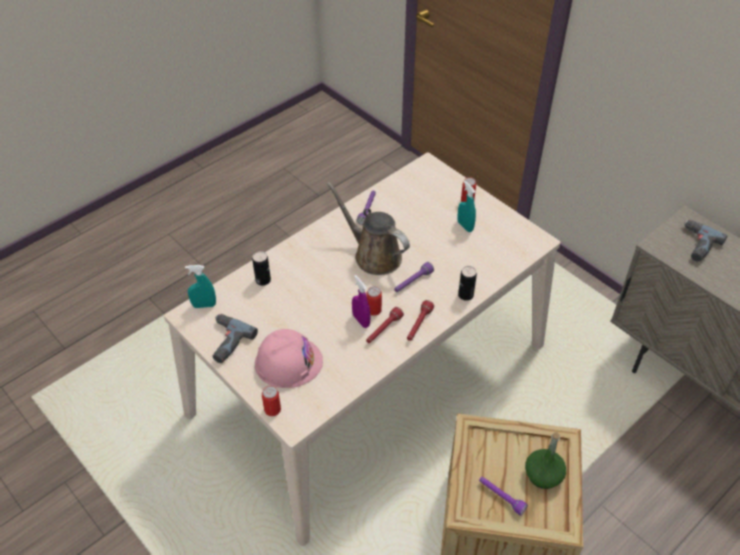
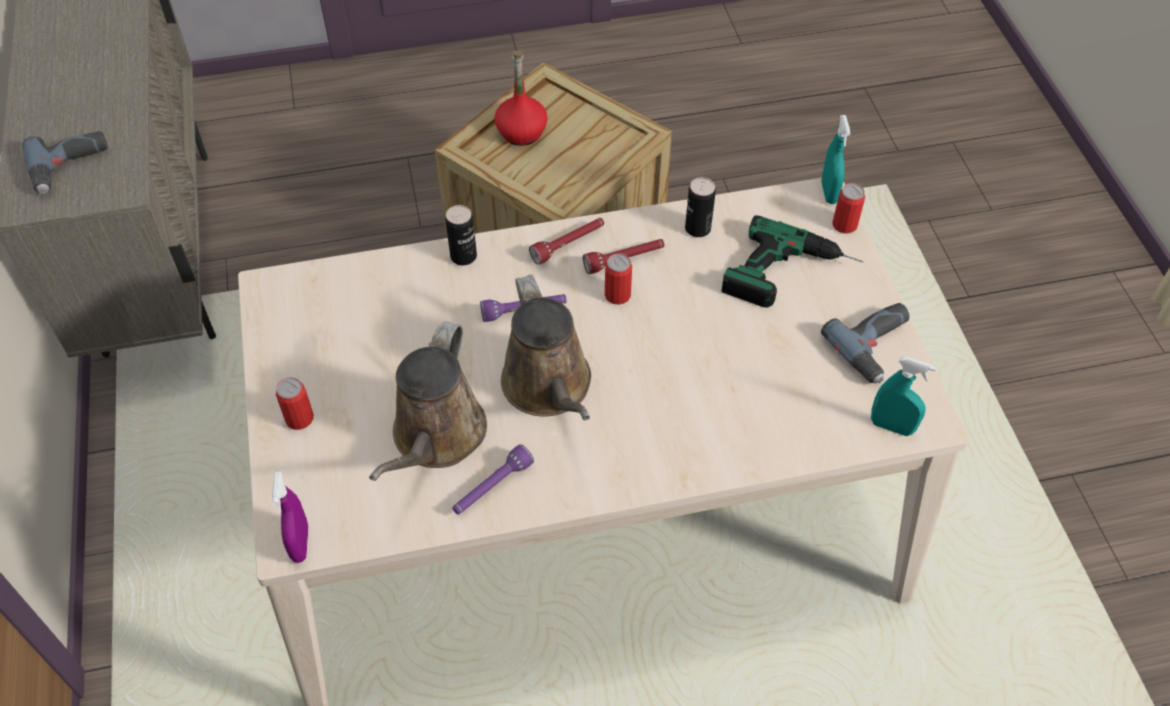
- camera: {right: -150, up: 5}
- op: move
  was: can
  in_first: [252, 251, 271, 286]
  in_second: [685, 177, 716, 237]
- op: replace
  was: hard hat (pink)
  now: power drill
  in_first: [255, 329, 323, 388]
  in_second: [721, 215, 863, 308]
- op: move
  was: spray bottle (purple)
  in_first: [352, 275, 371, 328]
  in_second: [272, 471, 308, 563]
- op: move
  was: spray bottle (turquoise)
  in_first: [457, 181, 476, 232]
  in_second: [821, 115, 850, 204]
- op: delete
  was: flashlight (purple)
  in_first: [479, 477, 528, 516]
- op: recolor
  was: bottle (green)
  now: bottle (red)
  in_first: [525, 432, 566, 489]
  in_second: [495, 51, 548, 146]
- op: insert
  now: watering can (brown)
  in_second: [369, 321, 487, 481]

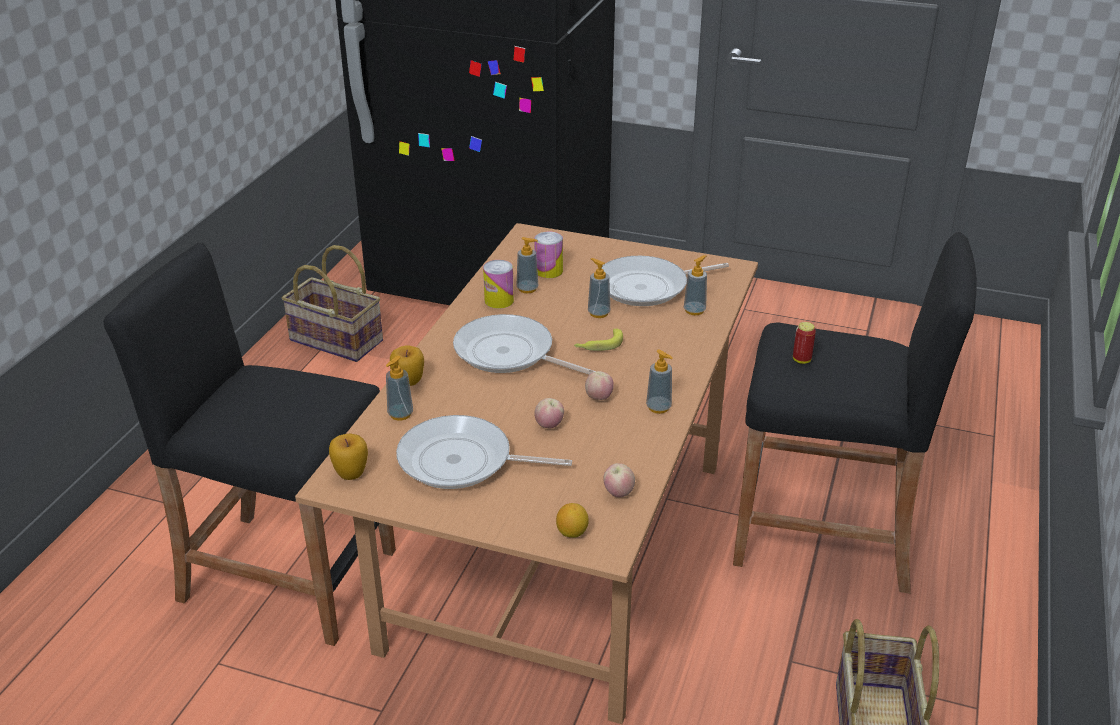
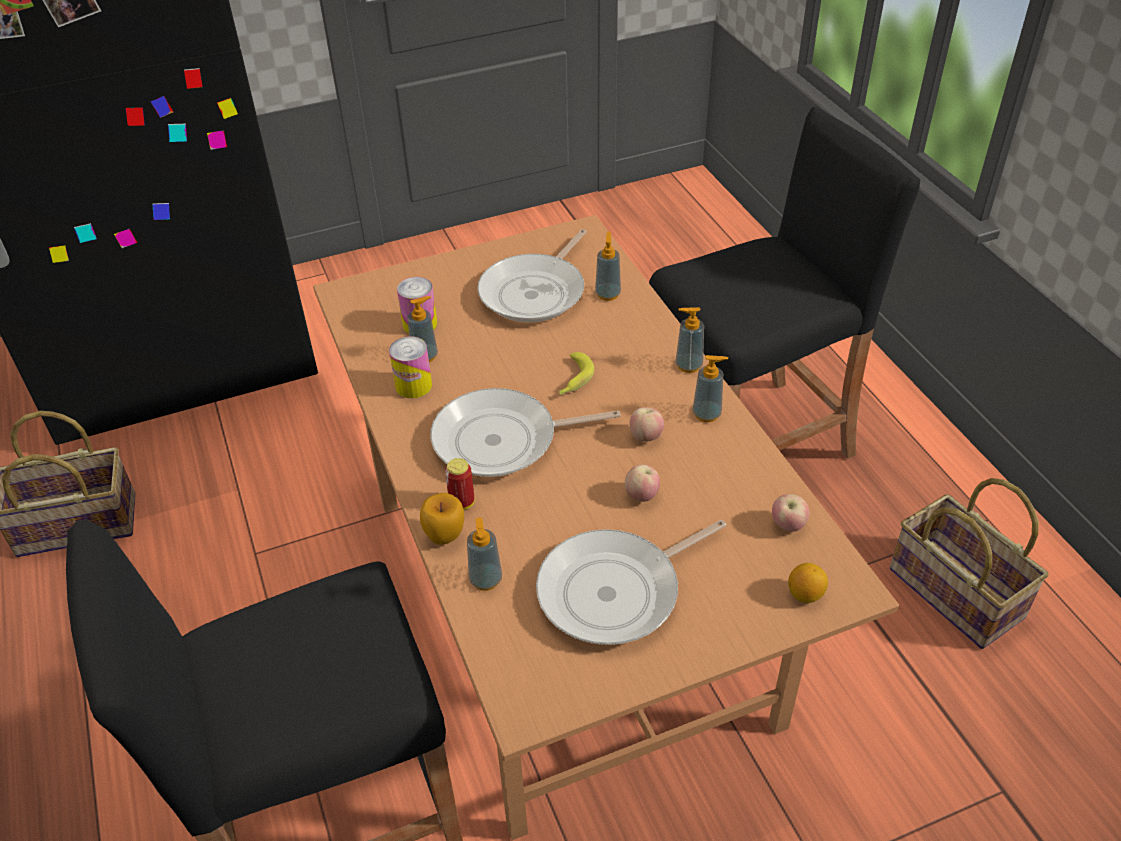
- camera: {right: -40, up: 10}
- op: delete
  was: apple
  in_first: [329, 433, 368, 480]
- op: move
  was: soap dispenser
  in_first: [588, 258, 610, 318]
  in_second: [675, 307, 704, 373]
- op: move
  was: can
  in_first: [793, 322, 816, 364]
  in_second: [445, 458, 474, 510]

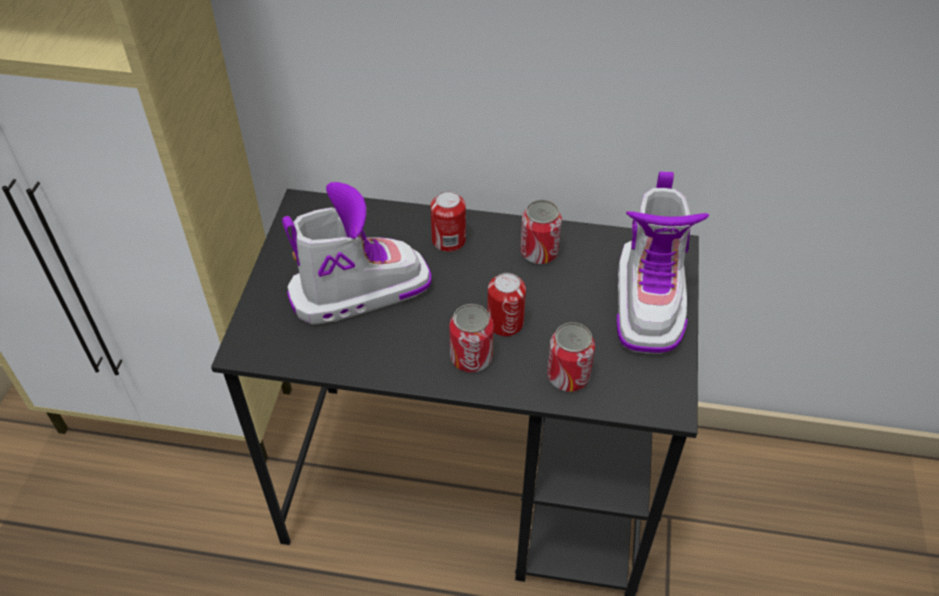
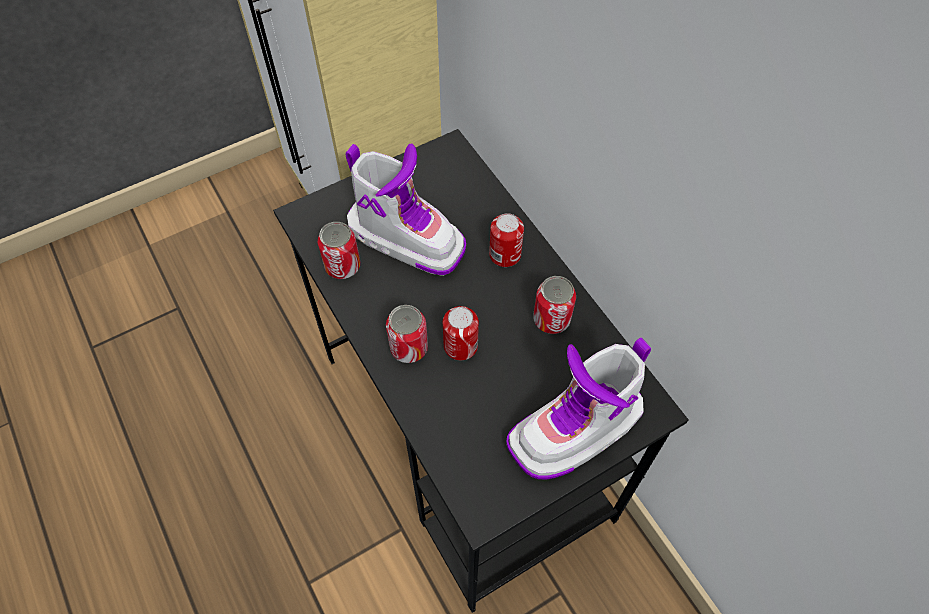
- camera: {right: 50, up: 10}
- op: move
  was: can
  in_first: [547, 322, 595, 392]
  in_second: [317, 222, 360, 279]

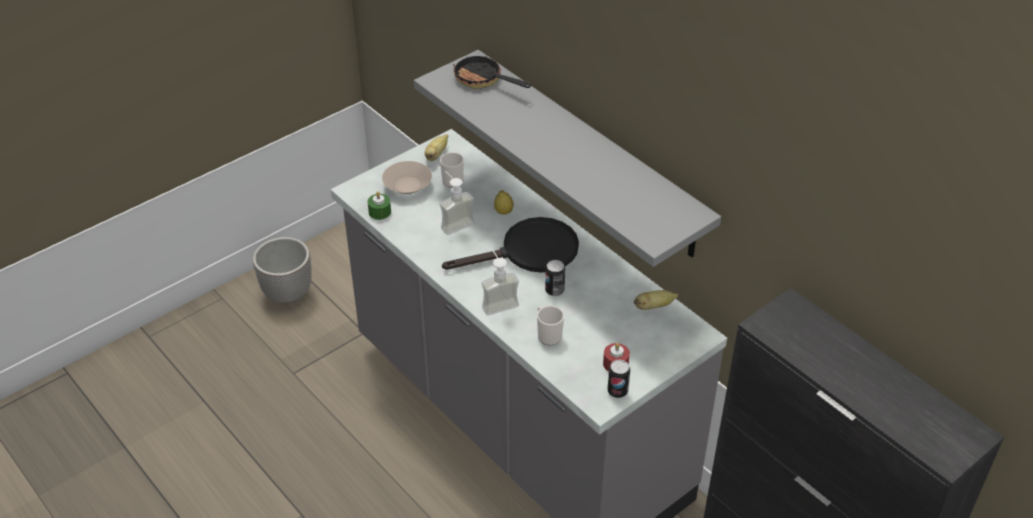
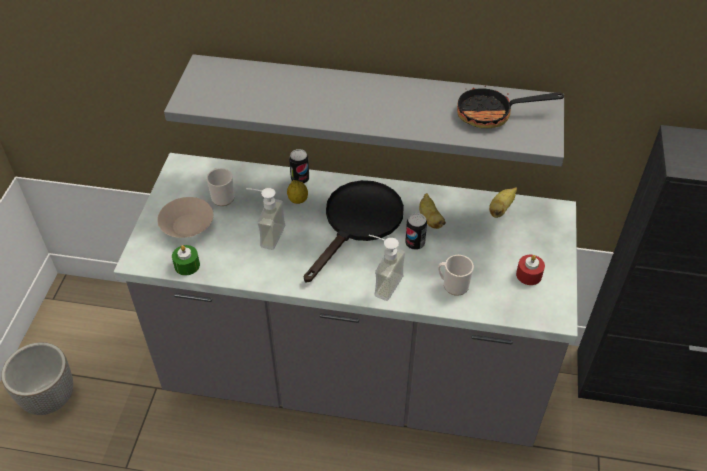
- camera: {right: -40, up: 5}
- op: move
  was: banana
  in_first: [425, 134, 448, 161]
  in_second: [419, 193, 446, 229]
- op: move
  was: frying pan
  in_first: [453, 53, 531, 89]
  in_second: [457, 85, 564, 128]
- op: move
  was: can
  in_first: [607, 360, 630, 398]
  in_second: [289, 149, 309, 184]

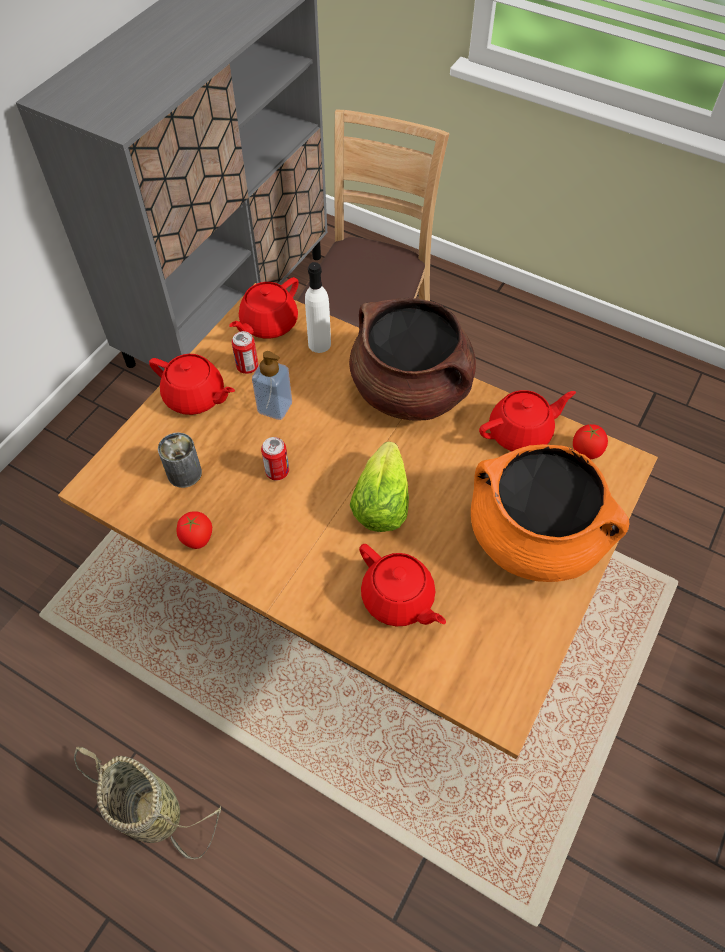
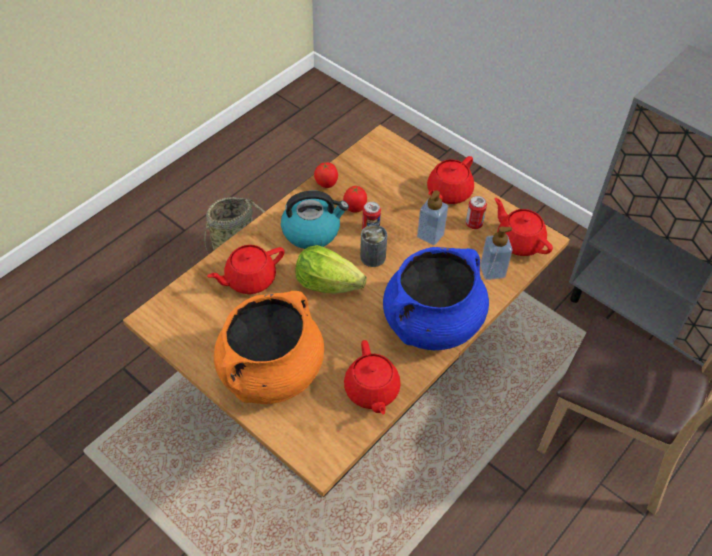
- camera: {right: 100, up: -5}
- op: move
  was: can
  in_first: [158, 433, 202, 488]
  in_second: [360, 225, 387, 267]
- op: replace
  was: bottle (white)
  now: soap dispenser
  in_first: [305, 262, 331, 353]
  in_second: [480, 227, 513, 280]
- op: recolor
  was: cooking pot (brown)
  now: cooking pot (blue)
  in_first: [349, 298, 476, 421]
  in_second: [383, 247, 489, 350]
- op: move
  was: tomato
  in_first: [573, 424, 608, 459]
  in_second: [343, 186, 367, 213]
- op: insert
  now: kettle
  in_second: [281, 191, 349, 249]

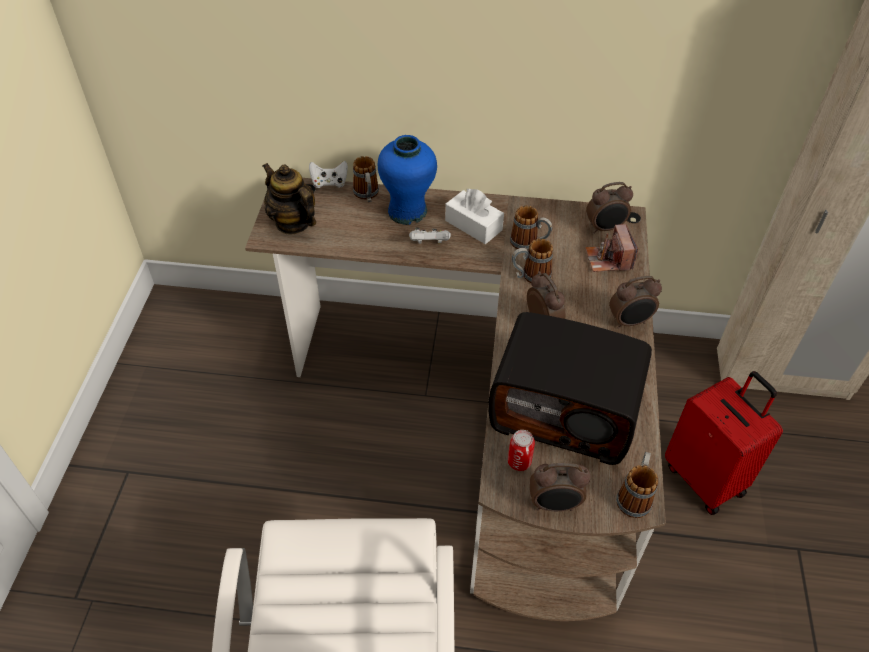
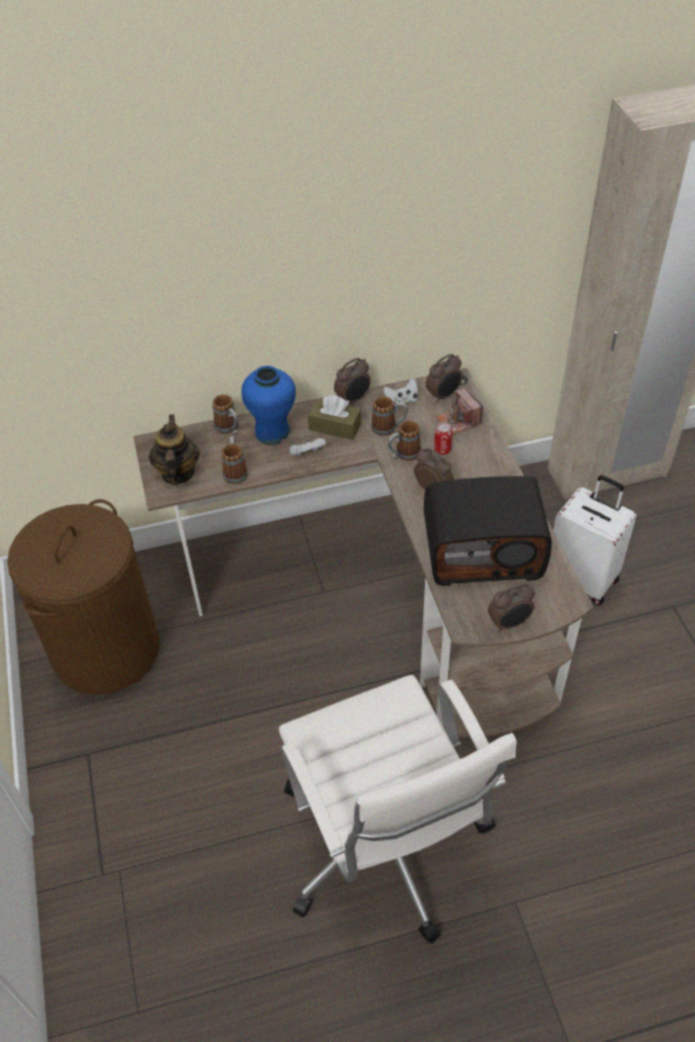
- camera: {right: -20, up: 0}
- op: rotate
  was: teapot
  in_first: [263, 163, 316, 234]
  in_second: [148, 414, 200, 485]
  clockwise: 60
- op: move
  was: game controller (white)
  in_first: [309, 161, 348, 188]
  in_second: [383, 377, 418, 408]
- op: recolor
  was: tissue box (white)
  now: tissue box (brown)
  in_first: [445, 189, 504, 244]
  in_second: [308, 395, 361, 440]
- op: move
  was: can
  in_first: [508, 430, 535, 471]
  in_second: [434, 422, 453, 455]
- op: move
  was: alarm clock
  in_first: [609, 276, 662, 329]
  in_second: [334, 358, 371, 404]
- op: move
  was: mug
  in_first: [616, 452, 658, 518]
  in_second: [221, 436, 248, 484]
- op: recolor
  was: suitcase (red)
  now: suitcase (white)
  in_first: [665, 371, 783, 515]
  in_second: [553, 475, 637, 605]
- op: insert
  now: laundry basket (brown)
  in_second: [7, 499, 160, 695]

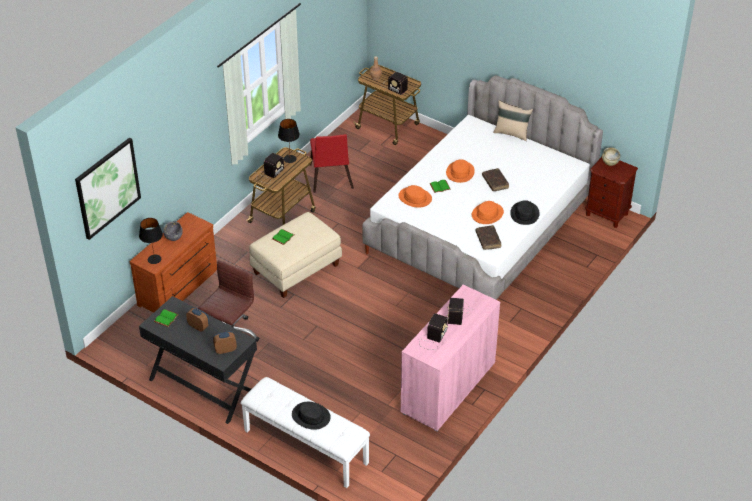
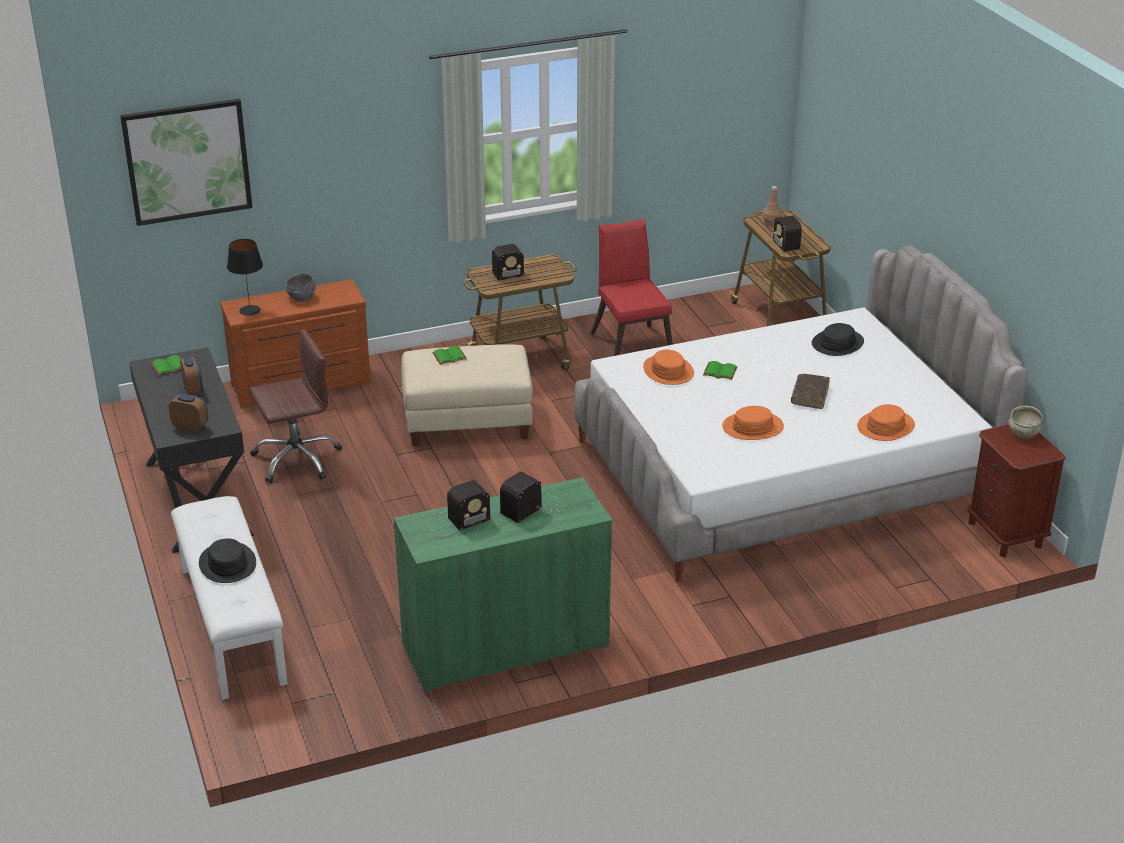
- camera: {right: 35, up: -10}
- op: delete
  was: table lamp (black)
  in_first: [278, 119, 300, 163]
- op: rotate
  was: chair (red)
  in_first: [310, 134, 354, 193]
  in_second: [590, 219, 673, 356]
  clockwise: 135
- op: recolor
  was: cabinet (pink)
  now: cabinet (green)
  in_first: [401, 285, 500, 432]
  in_second: [394, 477, 612, 692]
- op: move
  was: hat (orange)
  in_first: [446, 160, 475, 183]
  in_second: [857, 404, 915, 441]
- op: delete
  was: book (brown)
  in_first: [475, 225, 501, 250]
- op: delete
  was: pillow (beige)
  in_first: [493, 100, 533, 141]
- op: move
  was: hat (black)
  in_first: [510, 200, 540, 225]
  in_second: [812, 323, 864, 356]

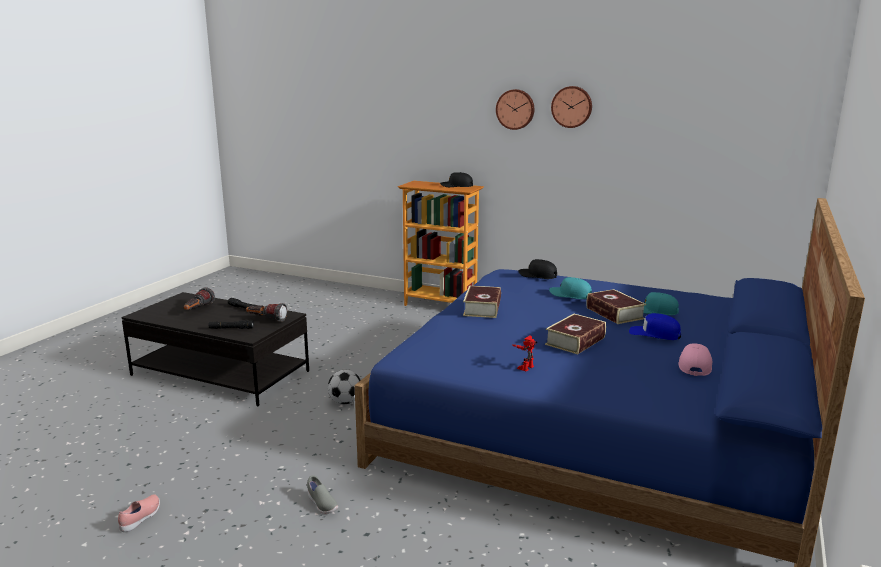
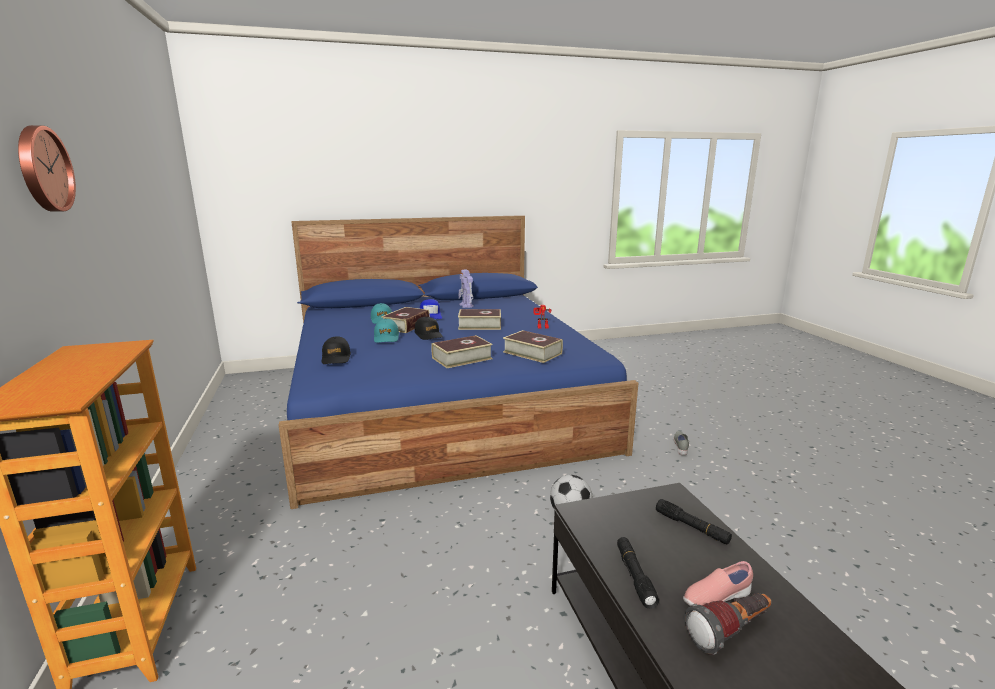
- camera: {right: -130, up: 0}
- op: move
  was: shoe (pink)
  in_first: [118, 494, 160, 532]
  in_second: [683, 561, 753, 607]
- op: delete
  was: flashlight
  in_first: [246, 303, 287, 322]
- op: move
  was: cap (black)
  in_first: [440, 172, 473, 187]
  in_second: [414, 317, 443, 340]
- op: delete
  was: wall clock
  in_first: [551, 86, 592, 128]
- op: replace
  was: cap (pink)
  now: toy robot
  in_first: [678, 343, 712, 376]
  in_second: [458, 269, 474, 308]
- op: insert
  now: book
  in_second: [503, 330, 563, 363]

